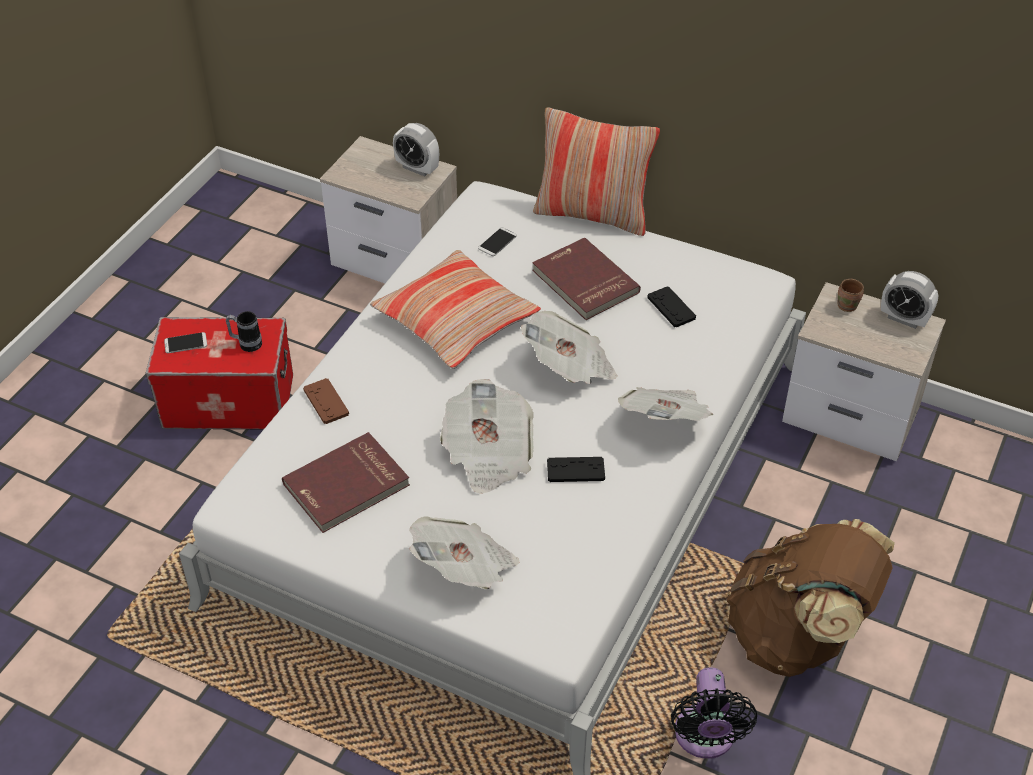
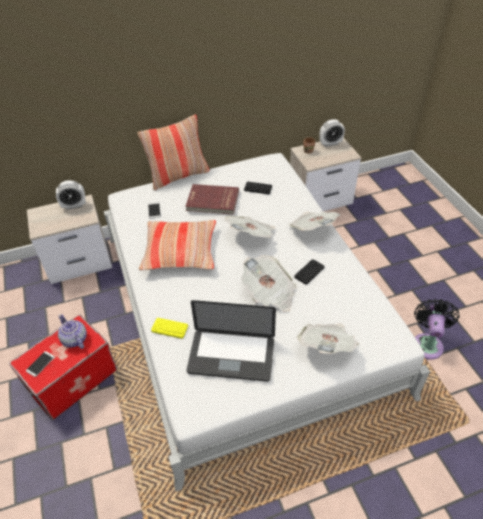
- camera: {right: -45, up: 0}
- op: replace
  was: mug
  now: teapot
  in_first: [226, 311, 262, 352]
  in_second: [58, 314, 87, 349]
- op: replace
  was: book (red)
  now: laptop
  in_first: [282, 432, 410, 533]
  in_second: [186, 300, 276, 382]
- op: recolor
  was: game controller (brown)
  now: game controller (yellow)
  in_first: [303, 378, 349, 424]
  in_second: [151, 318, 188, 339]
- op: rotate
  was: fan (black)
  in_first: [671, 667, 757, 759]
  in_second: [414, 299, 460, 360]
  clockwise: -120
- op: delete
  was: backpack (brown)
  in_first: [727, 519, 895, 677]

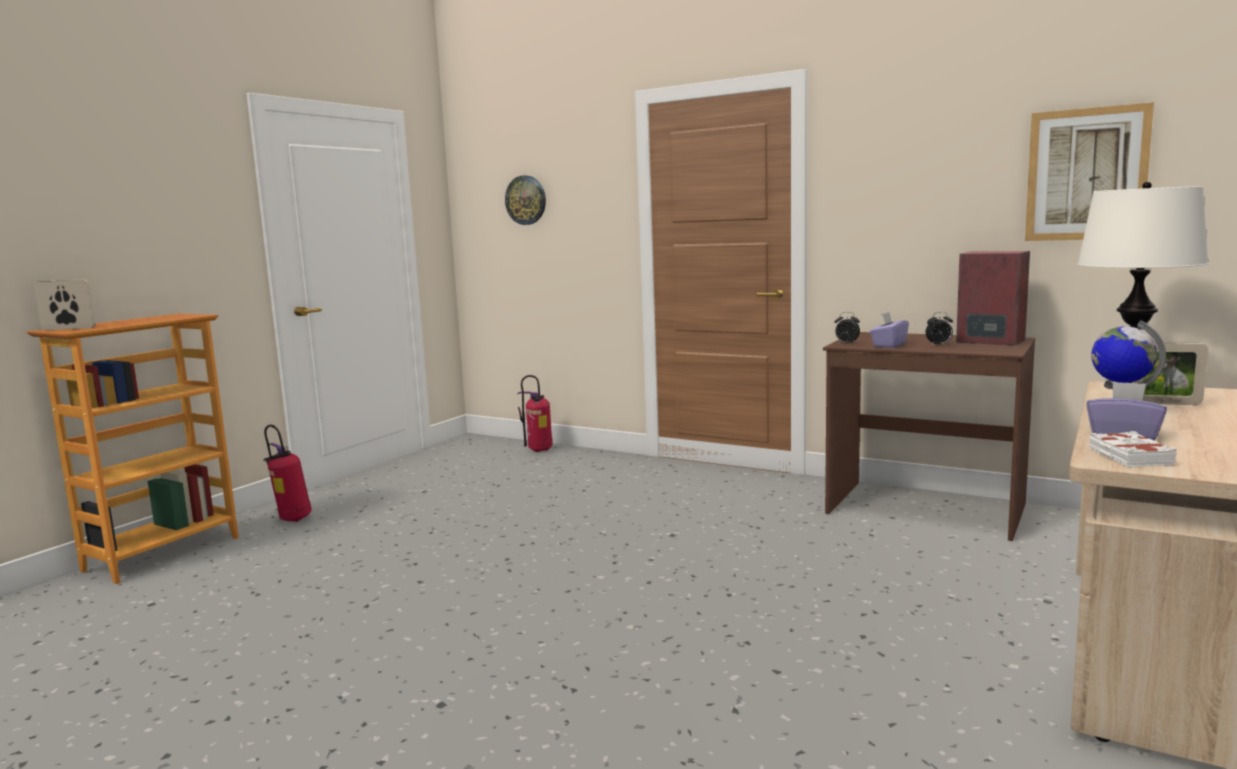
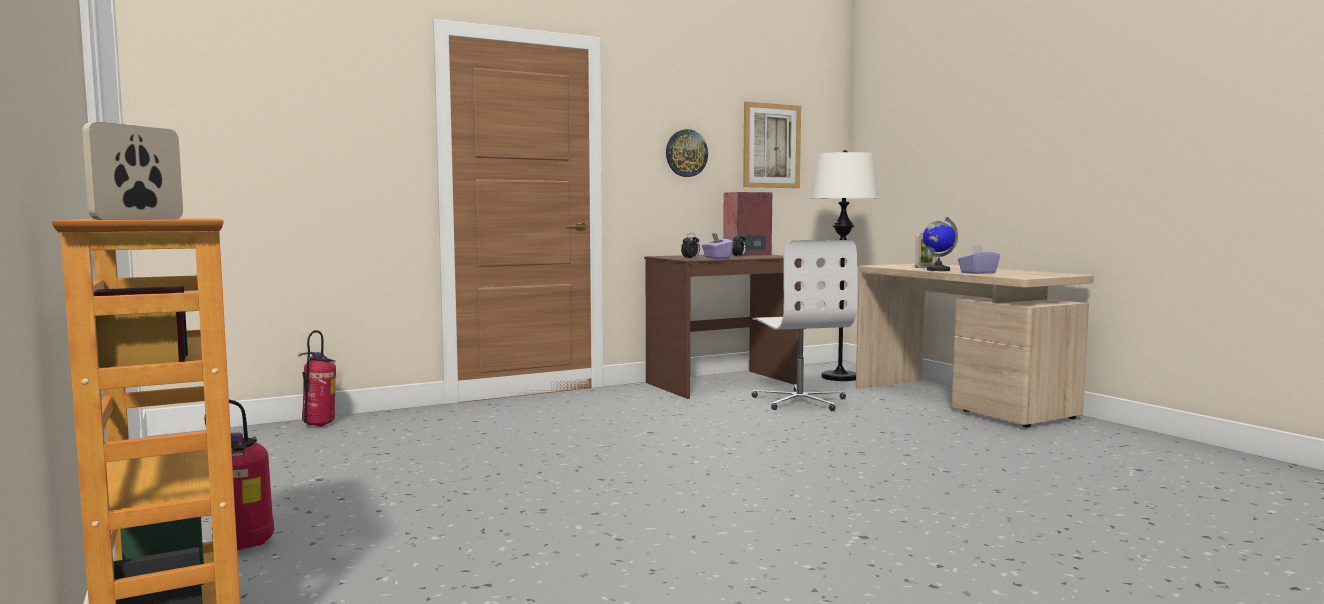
- camera: {right: -60, up: -5}
- op: move
  was: wall clock
  in_first: [505, 175, 546, 225]
  in_second: [666, 129, 708, 177]
- op: delete
  was: book (white)
  in_first: [1089, 431, 1177, 467]
- op: insert
  now: office chair (white)
  in_second: [752, 240, 857, 411]

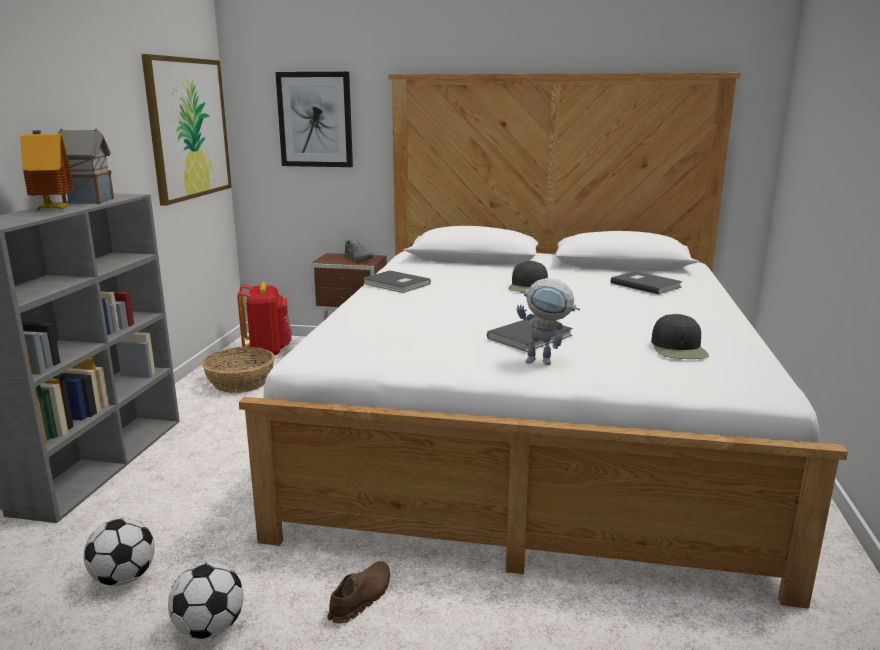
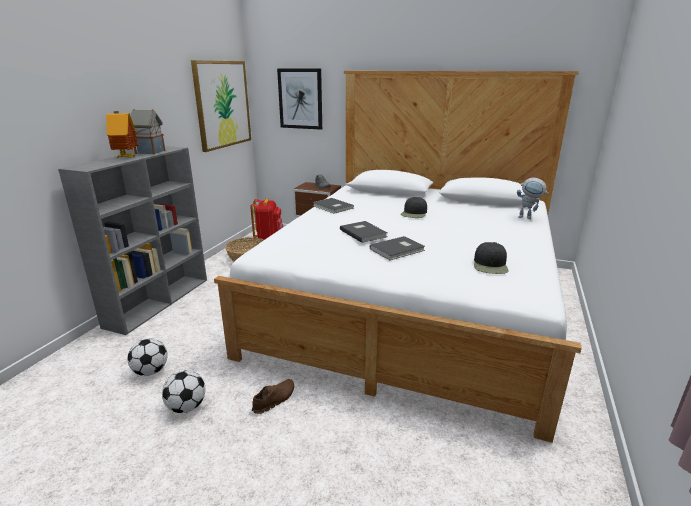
- camera: {right: 10, up: 5}
- op: move
  was: toy robot
  in_first: [517, 278, 580, 365]
  in_second: [517, 178, 549, 219]
- op: move
  was: book (grey)
  in_first: [611, 271, 682, 295]
  in_second: [340, 221, 388, 243]

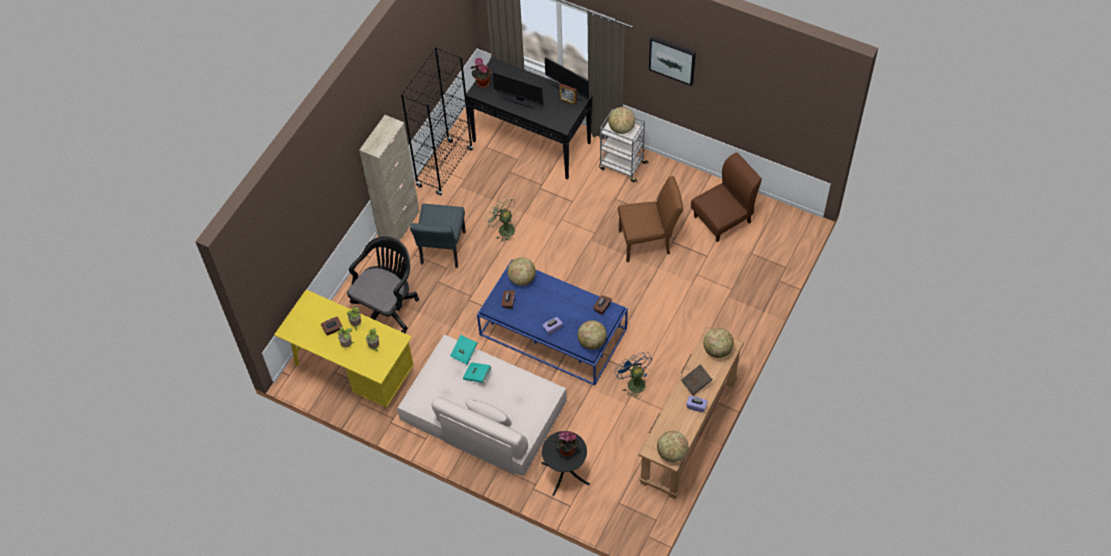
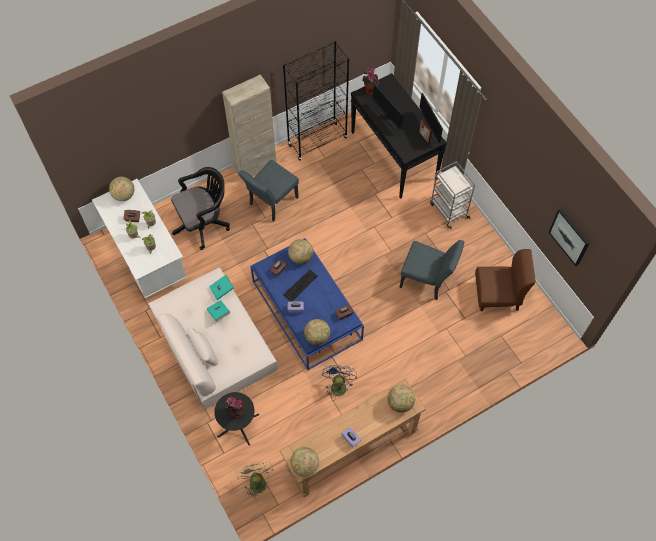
- camera: {right: 30, up: 5}
- op: recolor
  was: desk (yellow)
  now: desk (white)
  in_first: [274, 290, 414, 408]
  in_second: [92, 179, 187, 298]
- op: move
  was: fan (green)
  in_first: [485, 196, 515, 242]
  in_second: [236, 462, 273, 499]
- op: move
  was: globe
  in_first: [608, 107, 635, 134]
  in_second: [109, 177, 135, 201]
- op: recolor
  was: chair (brown)
  now: chair (grey)
  in_first: [618, 176, 683, 262]
  in_second: [399, 240, 465, 300]
- op: move
  was: picture
  in_first: [649, 36, 696, 86]
  in_second: [548, 208, 590, 266]
- op: delete
  was: book (brown)
  in_first: [681, 364, 713, 395]
- op: insert
  now: keyboard
  in_second: [283, 270, 318, 302]

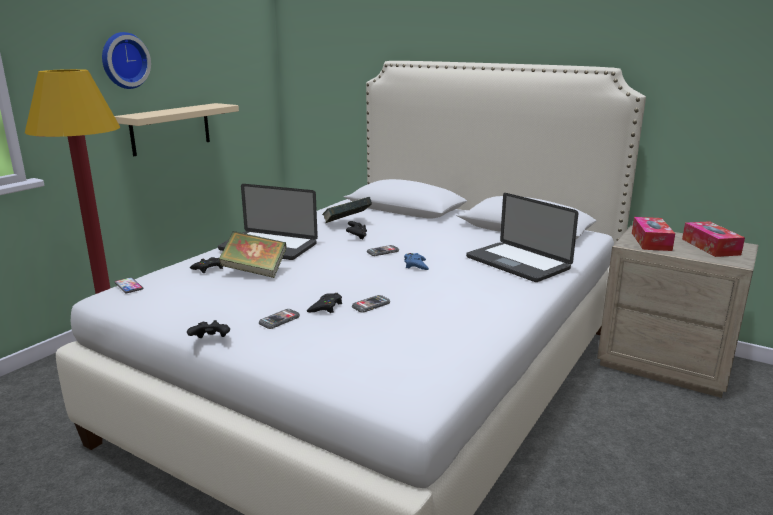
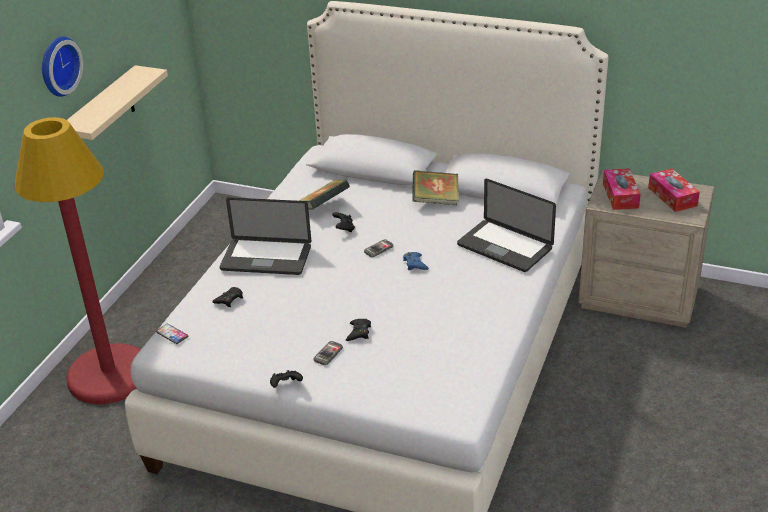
- camera: {right: -10, up: 15}
- op: move
  was: book
  in_first: [219, 231, 287, 278]
  in_second: [413, 170, 459, 205]
- op: delete
  was: phone
  in_first: [352, 295, 390, 312]

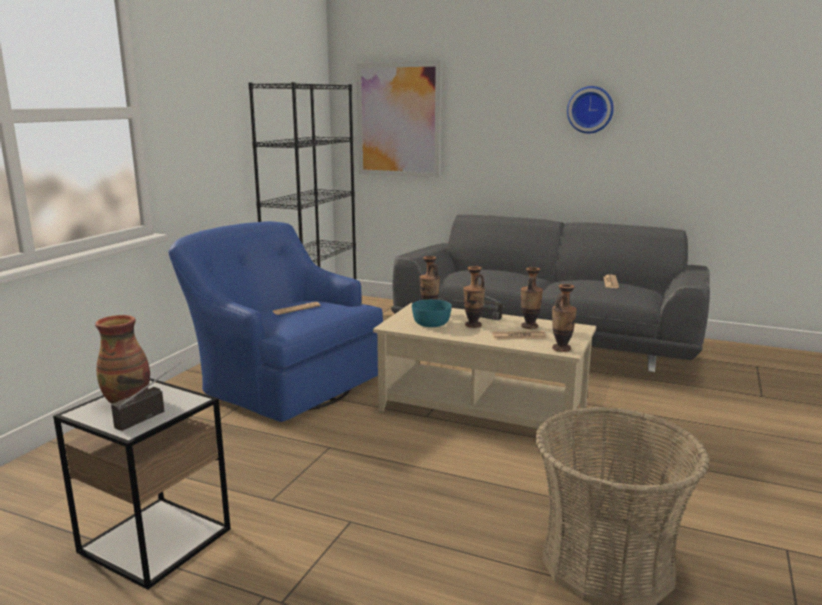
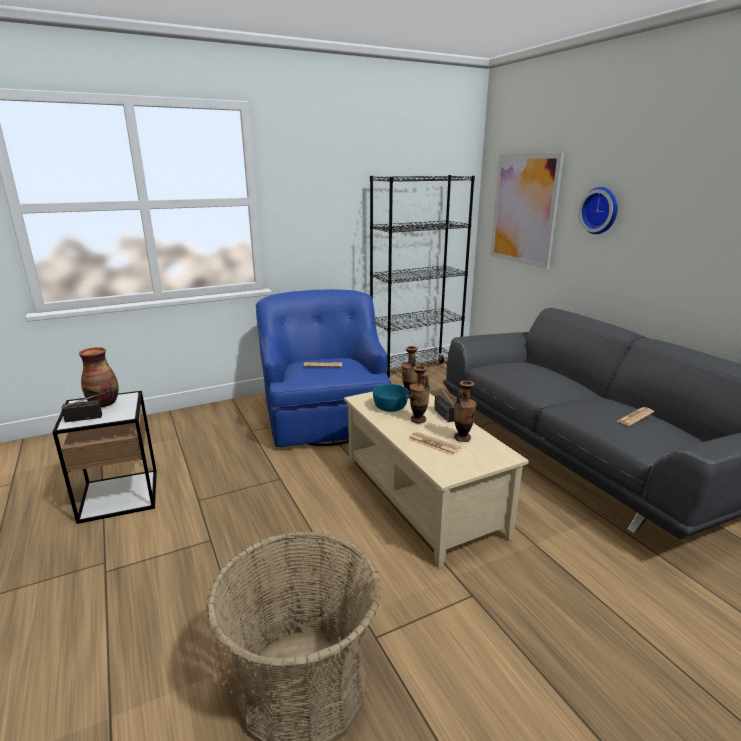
- camera: {right: 40, up: 5}
- op: delete
  was: vase
  in_first: [552, 284, 577, 352]
- op: move
  was: wall clock
  in_first: [567, 86, 614, 134]
  in_second: [578, 187, 618, 234]

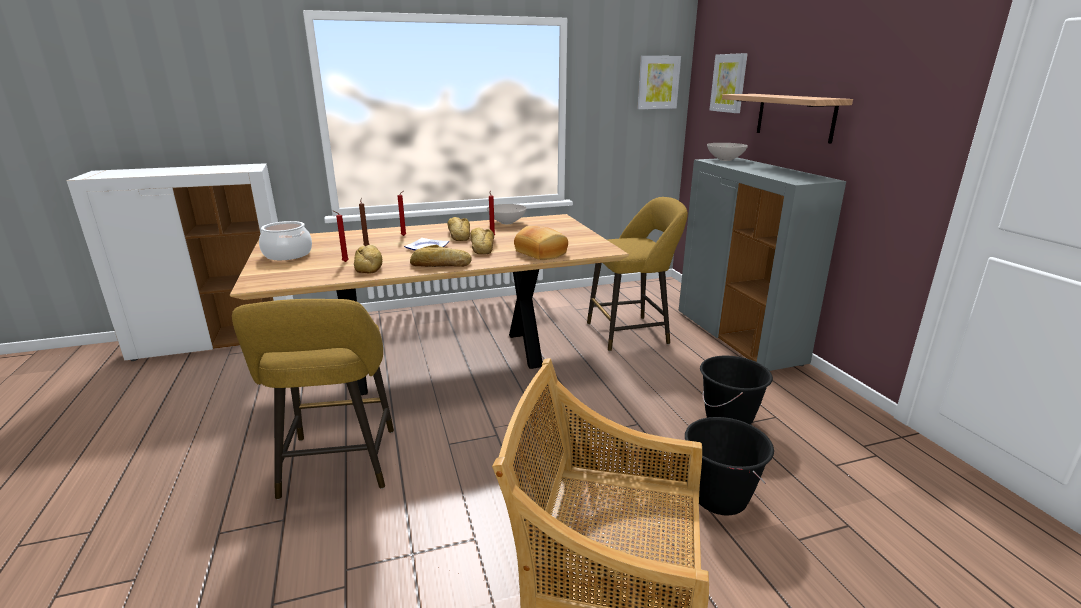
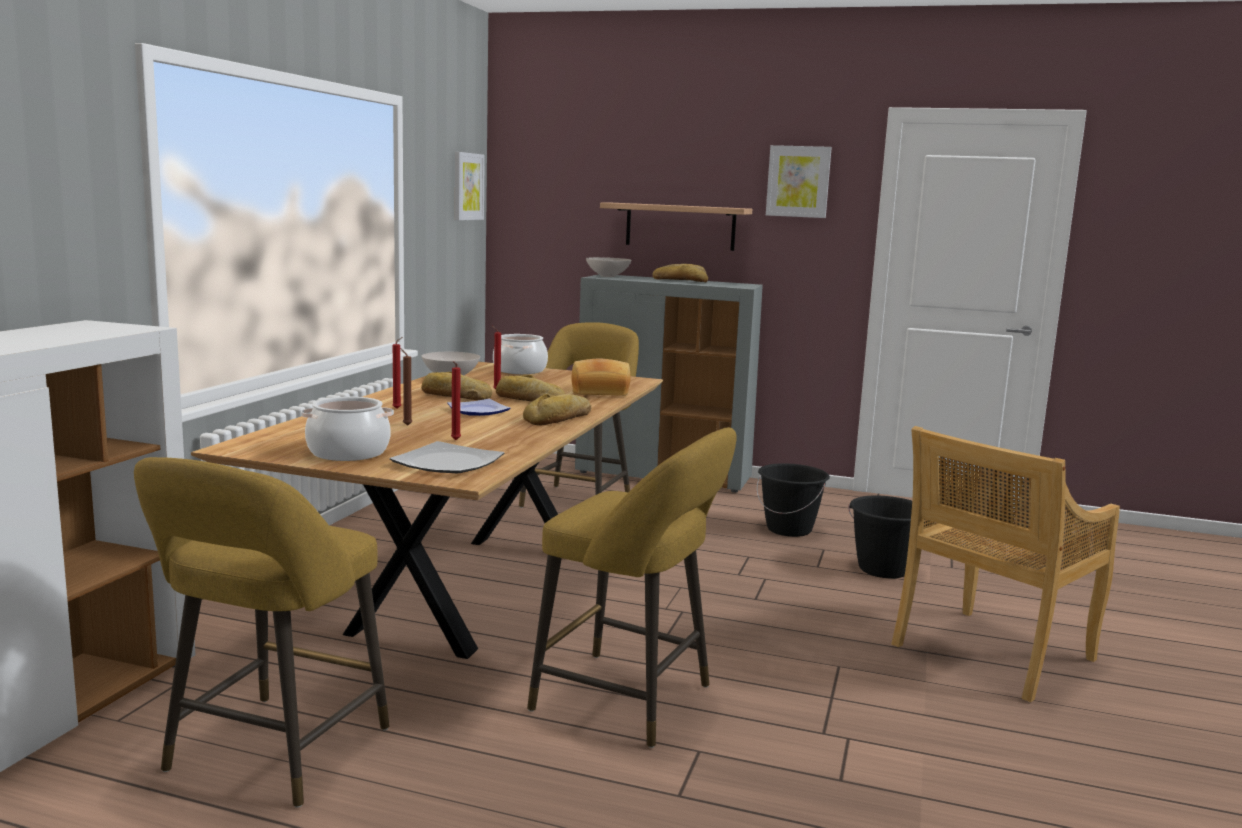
- camera: {right: -55, up: -10}
- op: move
  was: bread
  in_first: [354, 245, 382, 274]
  in_second: [653, 264, 708, 282]
- op: move
  was: picture
  in_first: [710, 53, 748, 113]
  in_second: [766, 145, 832, 218]
- op: insert
  now: stool (yellow)
  in_second: [134, 457, 389, 808]
- op: insert
  now: plate
  in_second: [390, 441, 504, 473]
- op: insert
  now: cooking pot
  in_second: [493, 334, 548, 374]

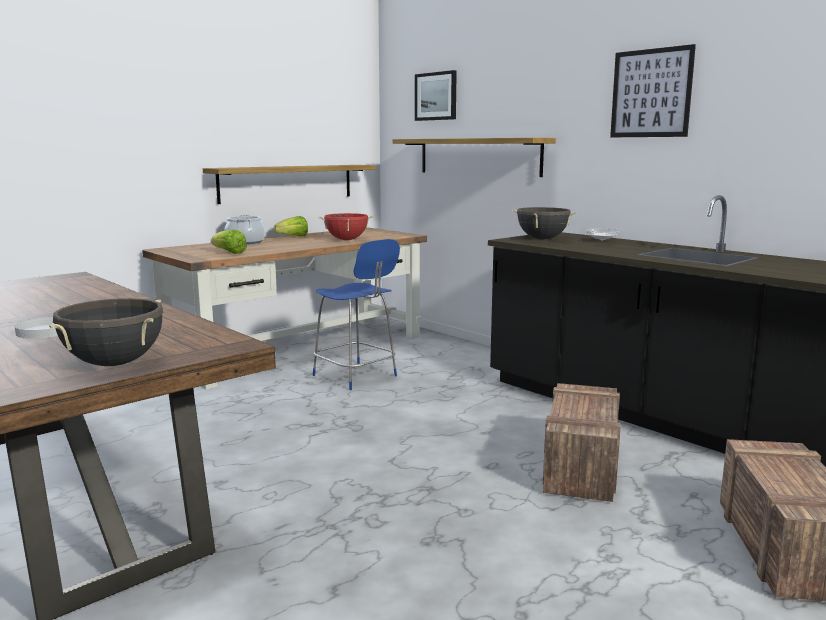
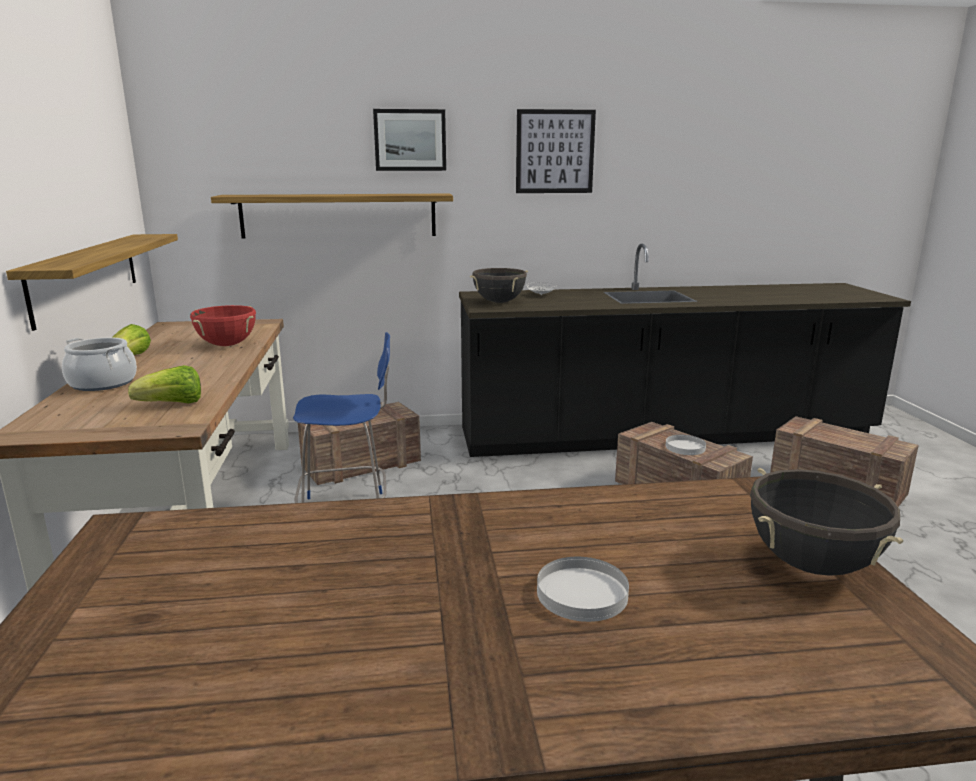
- camera: {right: -55, up: 5}
- op: move
  was: picture
  in_first: [415, 70, 457, 121]
  in_second: [373, 109, 446, 171]
- op: insert
  now: crate
  in_second: [298, 402, 421, 485]
- op: insert
  now: plate (white)
  in_second: [665, 435, 706, 455]

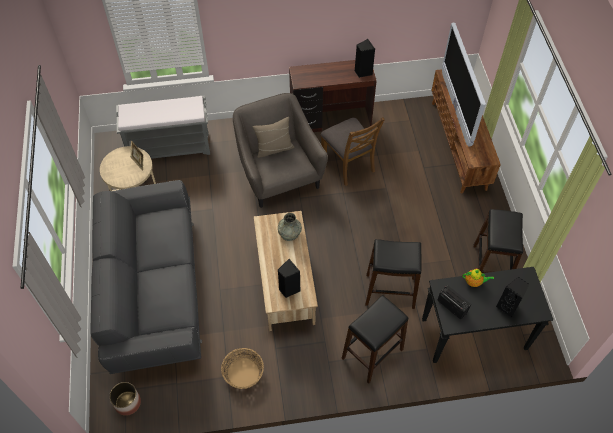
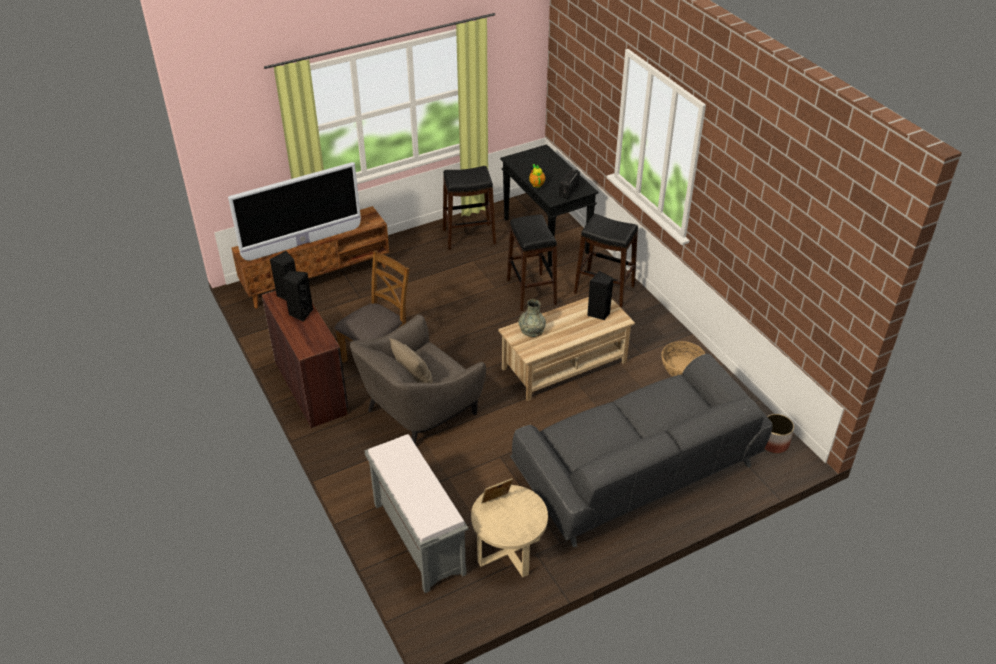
- camera: {right: -110, up: -15}
- op: move
  was: speaker (black)
  in_first: [496, 277, 529, 318]
  in_second: [282, 270, 313, 321]

